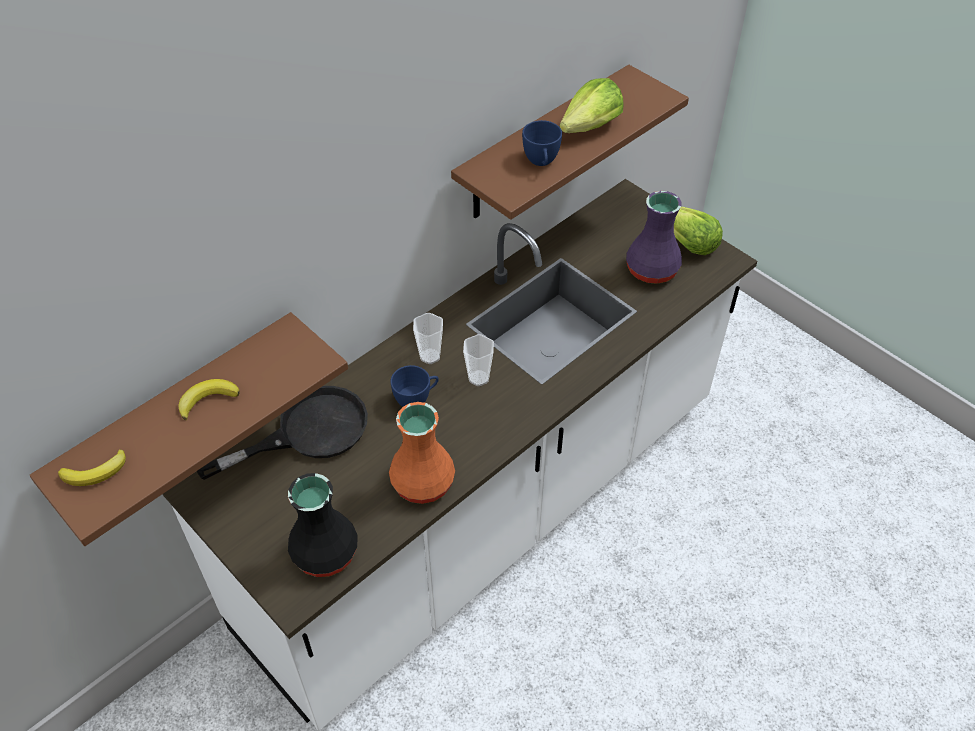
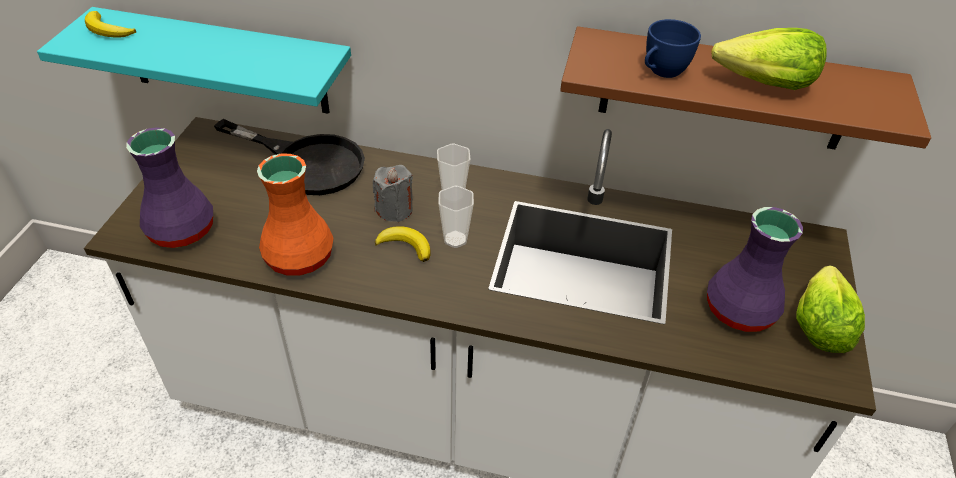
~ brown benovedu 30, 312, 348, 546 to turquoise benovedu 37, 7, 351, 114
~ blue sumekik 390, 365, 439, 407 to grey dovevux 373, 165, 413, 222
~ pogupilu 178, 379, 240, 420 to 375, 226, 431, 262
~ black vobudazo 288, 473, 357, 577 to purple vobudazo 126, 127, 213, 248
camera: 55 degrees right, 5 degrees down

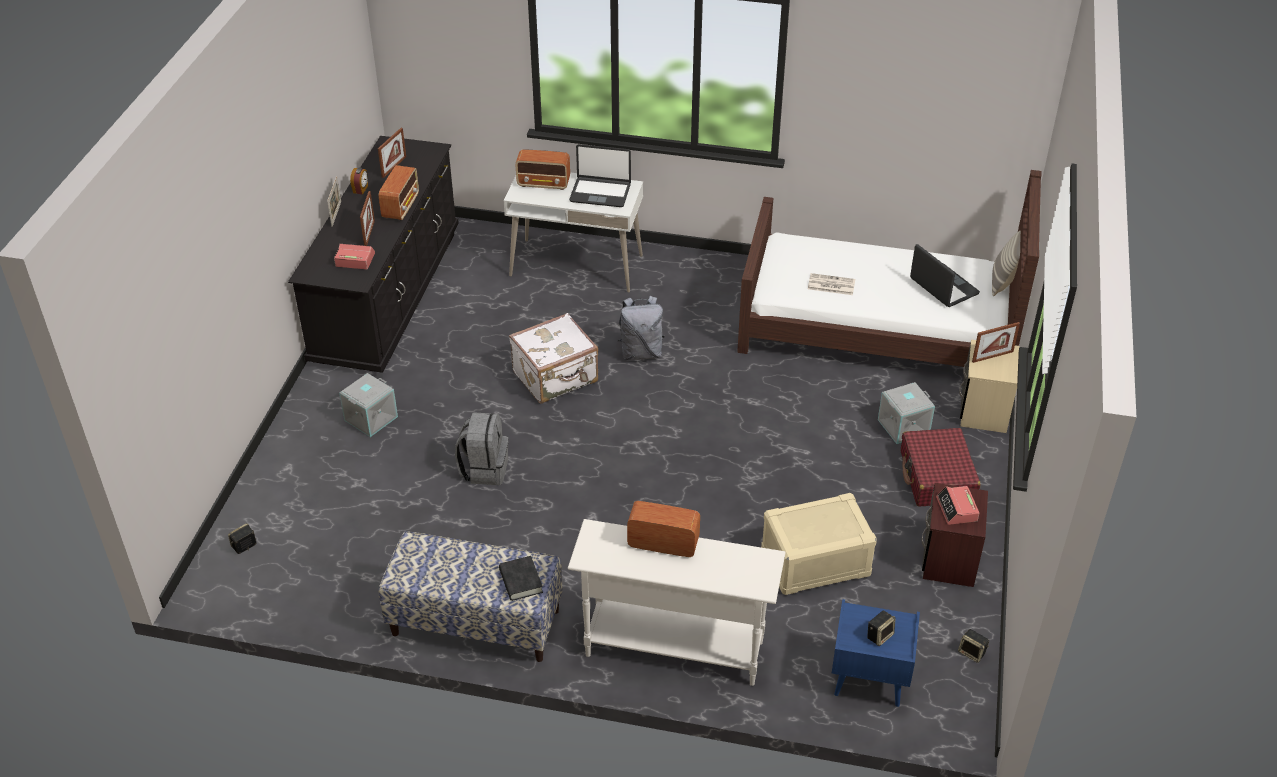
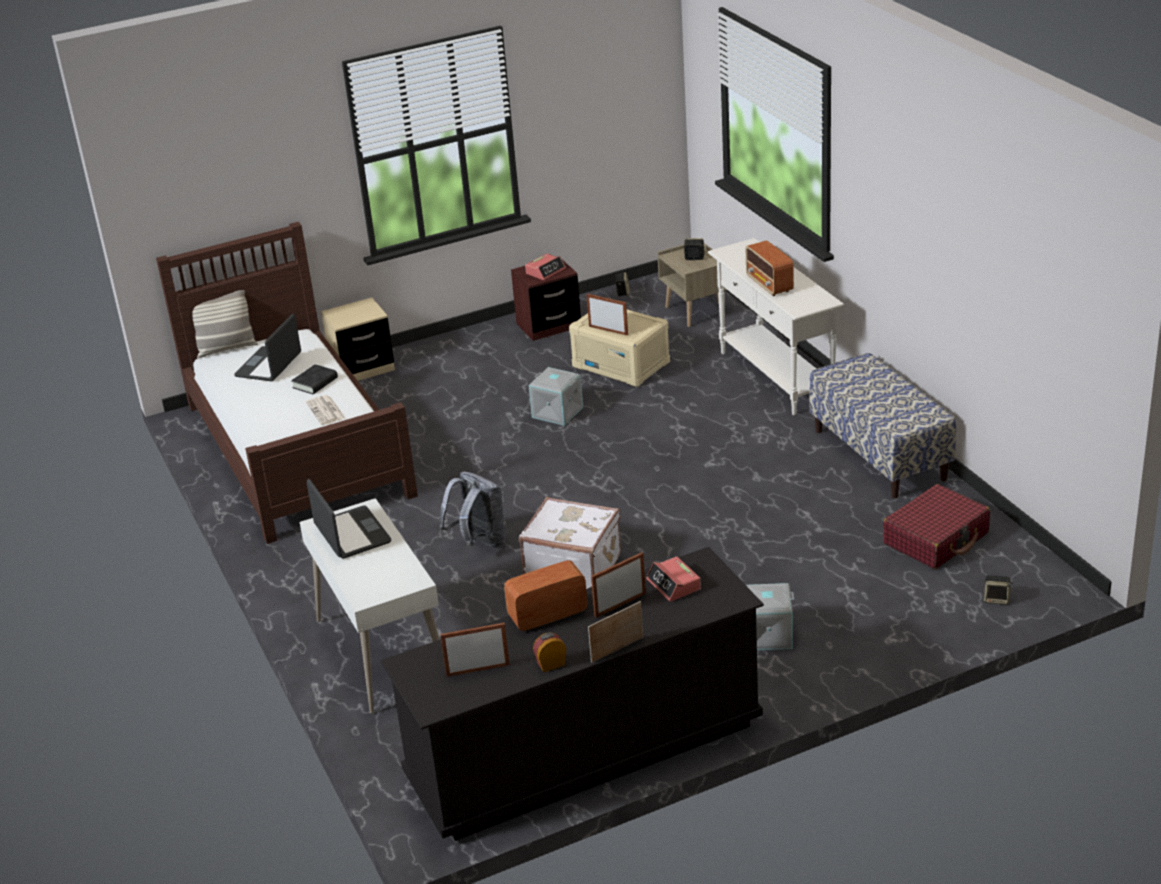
- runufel 516, 149, 570, 190
~ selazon 972, 322, 1020, 363 to 587, 294, 628, 335
~ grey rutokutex 878, 382, 935, 444 to 529, 367, 583, 426
- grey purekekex 455, 412, 508, 485
~ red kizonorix 901, 428, 980, 506 to 883, 484, 990, 569
~ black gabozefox 499, 556, 543, 601 to 291, 364, 338, 394
~ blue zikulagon 832, 599, 920, 707 to beige zikulagon 657, 243, 727, 327
camera: 125 degrees left, 10 degrees down

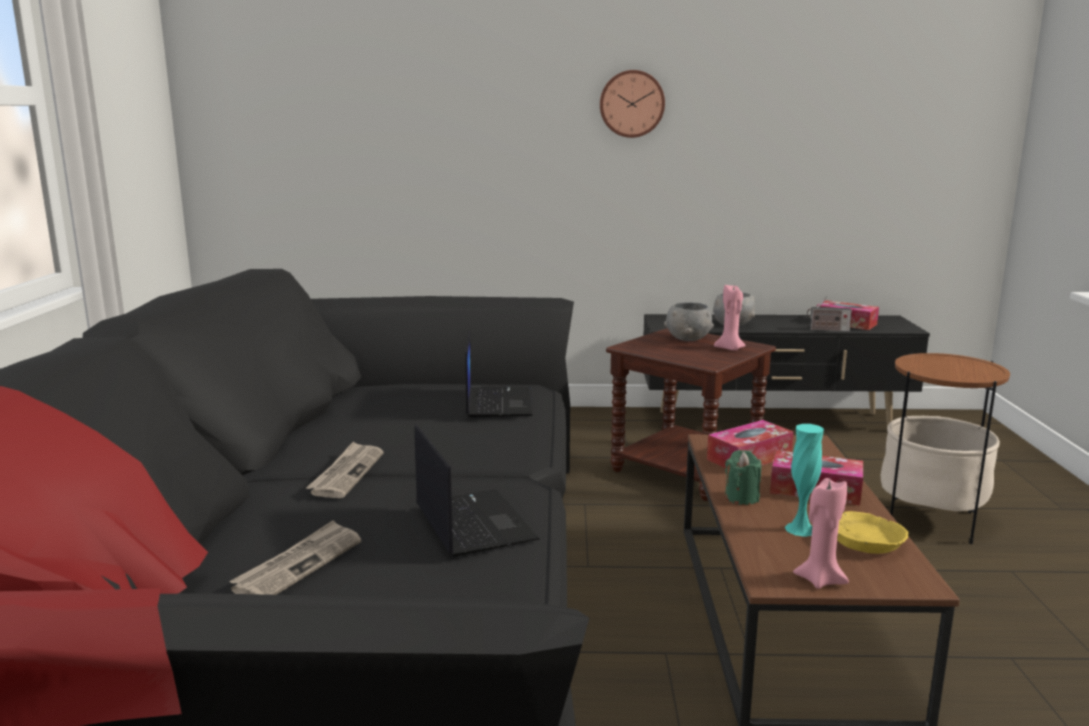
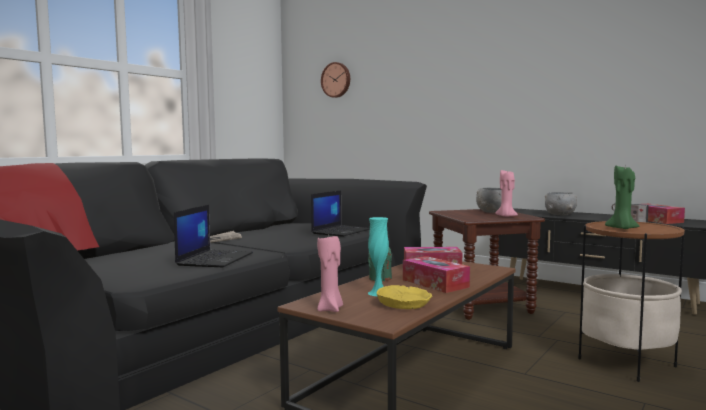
~ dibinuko 600, 70, 665, 138 to 321, 62, 350, 98
- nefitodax 229, 520, 361, 595
+ green dovevux 605, 166, 639, 229
camera: 35 degrees right, 10 degrees down

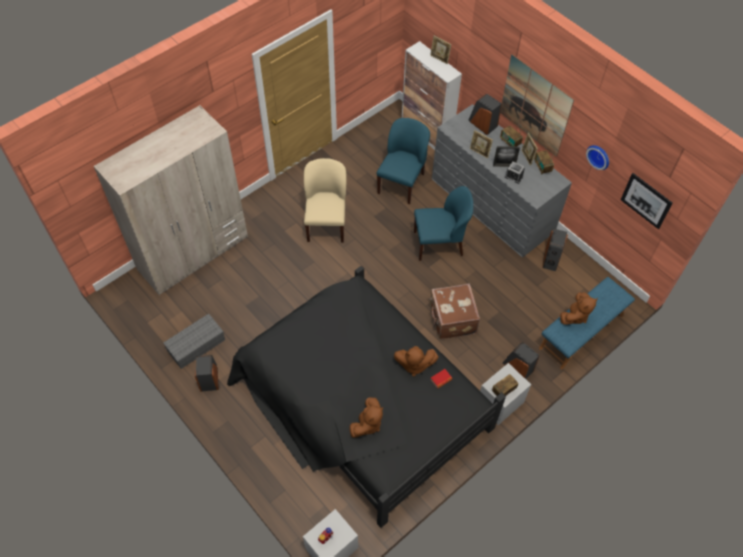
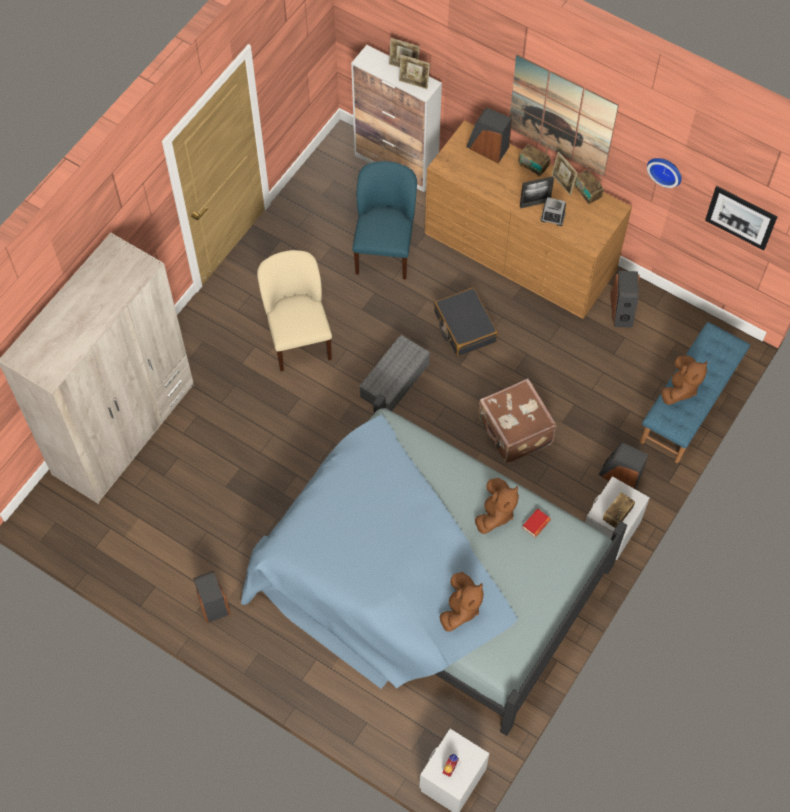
~ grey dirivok 432, 104, 572, 258 to brown dirivok 425, 120, 632, 319
~ selazon 470, 130, 493, 158 to 399, 55, 430, 89
~ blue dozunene 414, 186, 473, 261 to black kizonorix 434, 287, 498, 357
~ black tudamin 227, 266, 506, 528 to blue tudamin 241, 394, 627, 736
~ grey rutokutex 163, 314, 225, 369 to 359, 335, 430, 411
~ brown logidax 394, 346, 439, 376 = 475, 478, 519, 534 60 degrees counterclockwise
camera: 15 degrees left, 5 degrees up

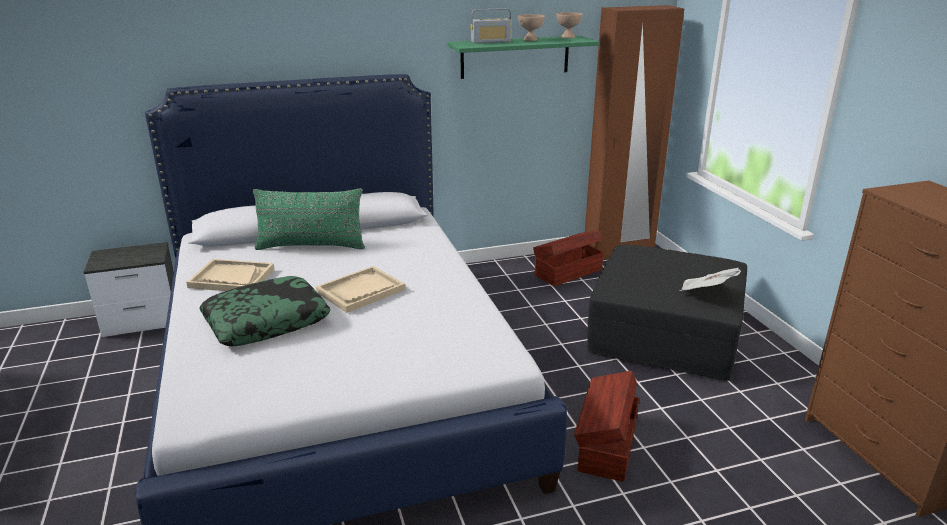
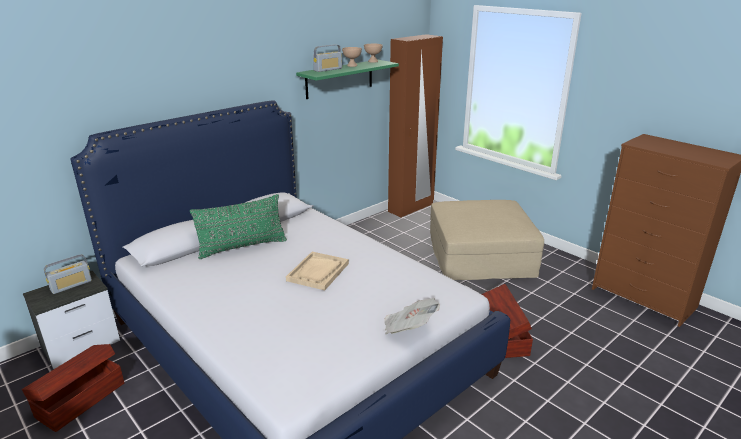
~ brown rutokutex 533, 231, 604, 286 to 22, 344, 124, 432
~ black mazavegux 587, 245, 747, 381 to beige mazavegux 430, 200, 544, 280
- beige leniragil 186, 259, 274, 291
~ nefitodax 680, 268, 741, 291 to 384, 298, 440, 334
- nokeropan 199, 276, 330, 346
+ runufel 44, 254, 92, 294
camera: 25 degrees left, 0 degrees up

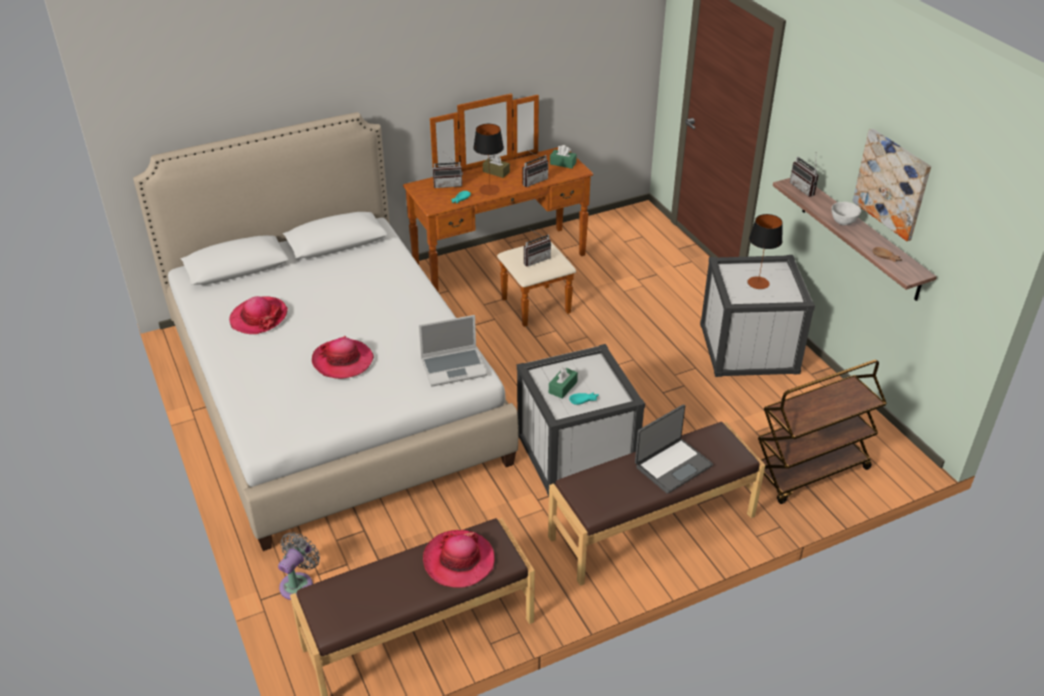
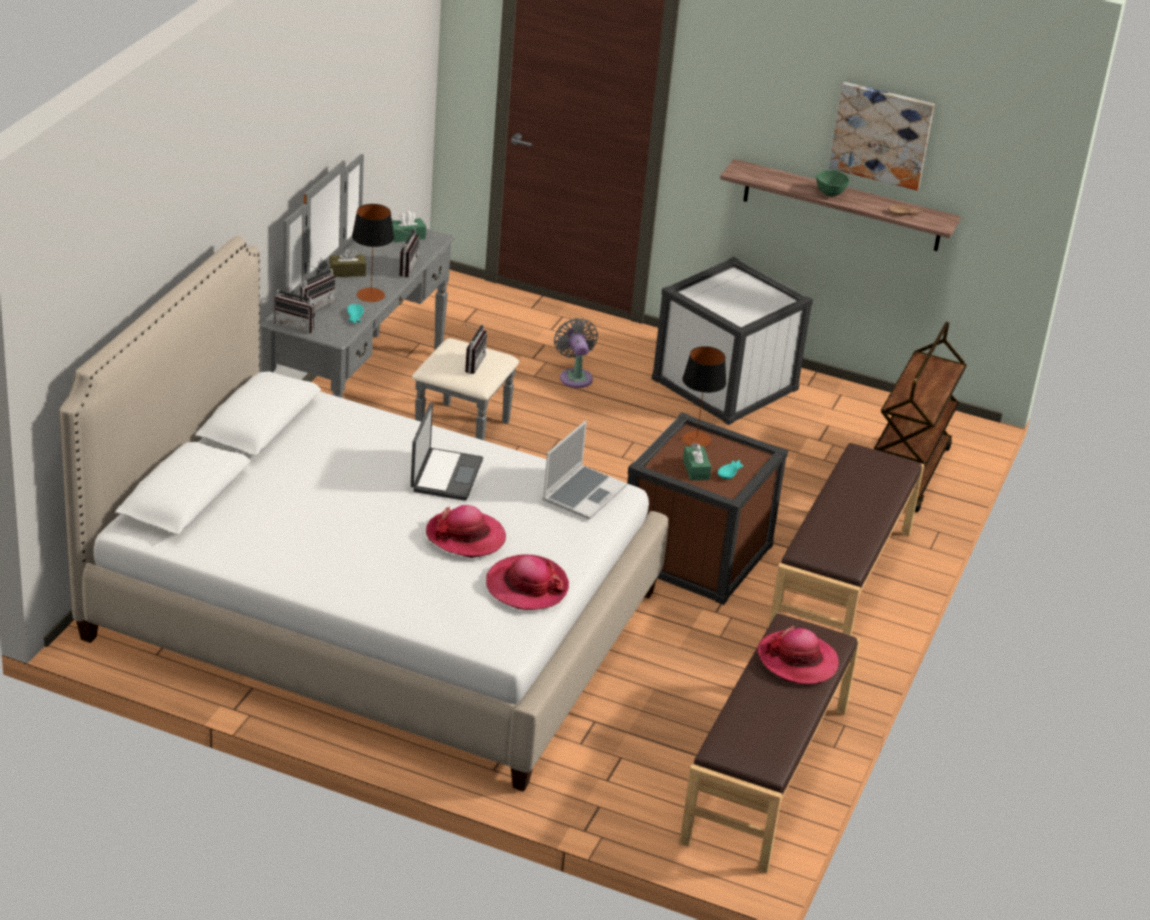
~ brown dirivok 403, 93, 593, 327 to grey dirivok 260, 154, 519, 440
~ runufel 790, 157, 819, 197 to 274, 278, 315, 333
~ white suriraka 831, 202, 861, 225 to green suriraka 816, 170, 849, 196
~ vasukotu 748, 214, 783, 289 to 682, 346, 726, 447
~ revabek 229, 296, 288, 334 to 486, 554, 569, 610
~ white rutokutex 517, 344, 645, 496 to brown rutokutex 627, 412, 788, 605
~ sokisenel 635, 404, 713, 494 to 410, 402, 483, 501
~ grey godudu 278, 532, 320, 600 to 554, 318, 598, 388
camera: 45 degrees left, 5 degrees down

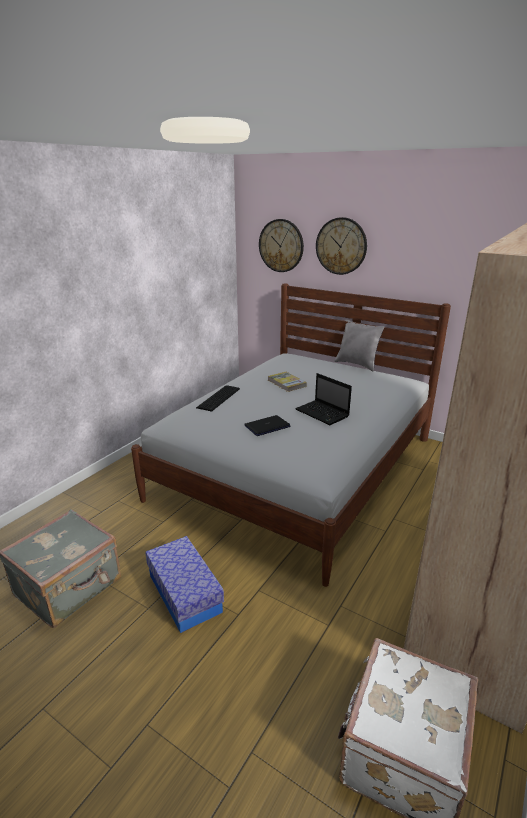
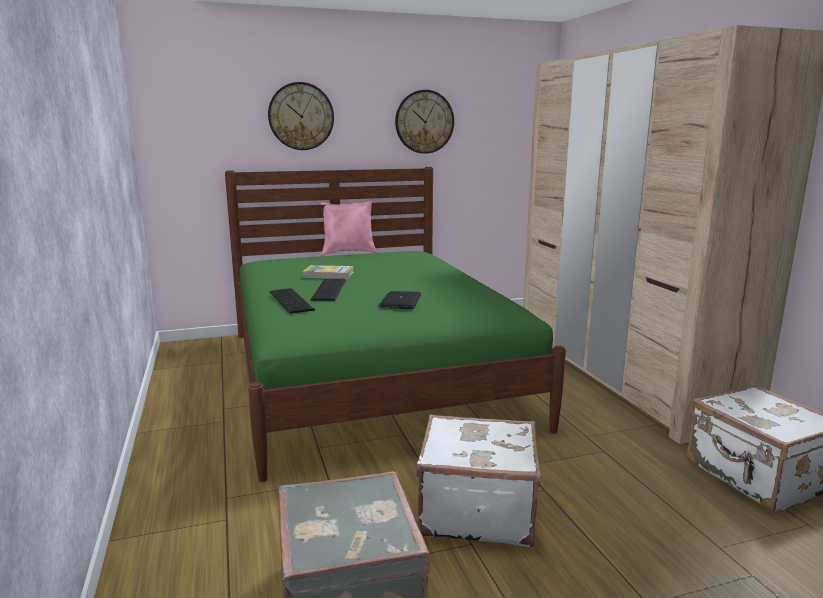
~ dibinuko 259, 219, 304, 272 to 395, 90, 454, 154
~ white tudamin 131, 284, 451, 587 to green tudamin 225, 167, 566, 482
~ grey nokeropan 334, 319, 385, 371 to pink nokeropan 320, 201, 376, 255
- sokisenel 295, 373, 352, 425
~ rutokutex 145, 536, 224, 633 to white kizonorix 416, 414, 541, 547
+ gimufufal 310, 278, 346, 301
camera: 50 degrees left, 10 degrees down

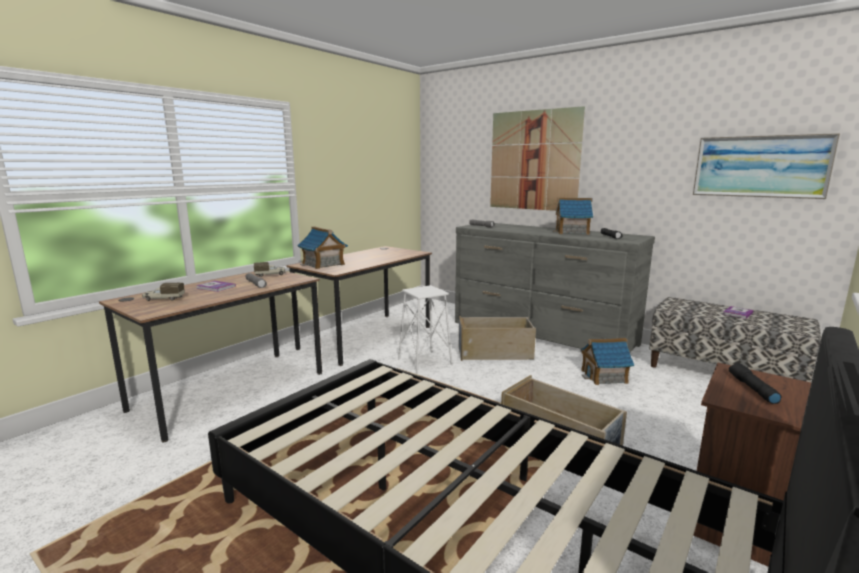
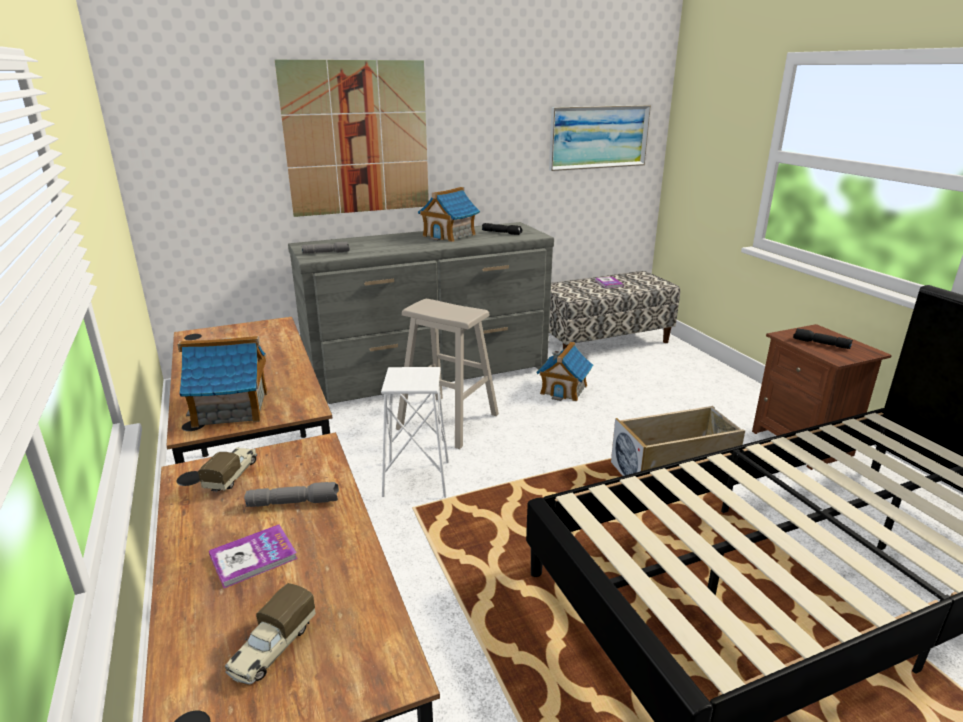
~ beige rutokutex 459, 316, 536, 361 to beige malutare 396, 299, 499, 449
camera: 60 degrees left, 10 degrees up

